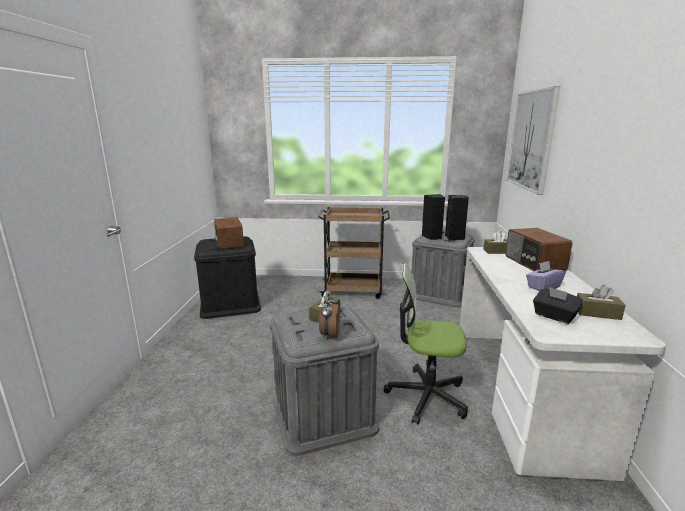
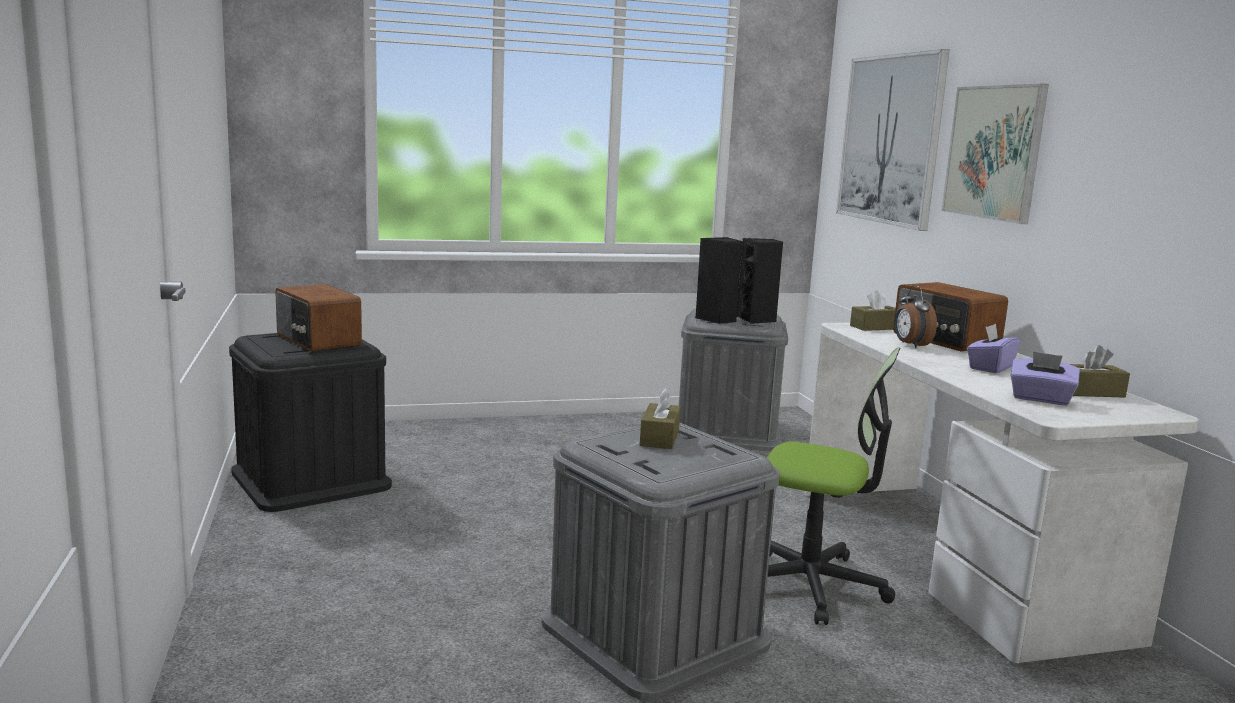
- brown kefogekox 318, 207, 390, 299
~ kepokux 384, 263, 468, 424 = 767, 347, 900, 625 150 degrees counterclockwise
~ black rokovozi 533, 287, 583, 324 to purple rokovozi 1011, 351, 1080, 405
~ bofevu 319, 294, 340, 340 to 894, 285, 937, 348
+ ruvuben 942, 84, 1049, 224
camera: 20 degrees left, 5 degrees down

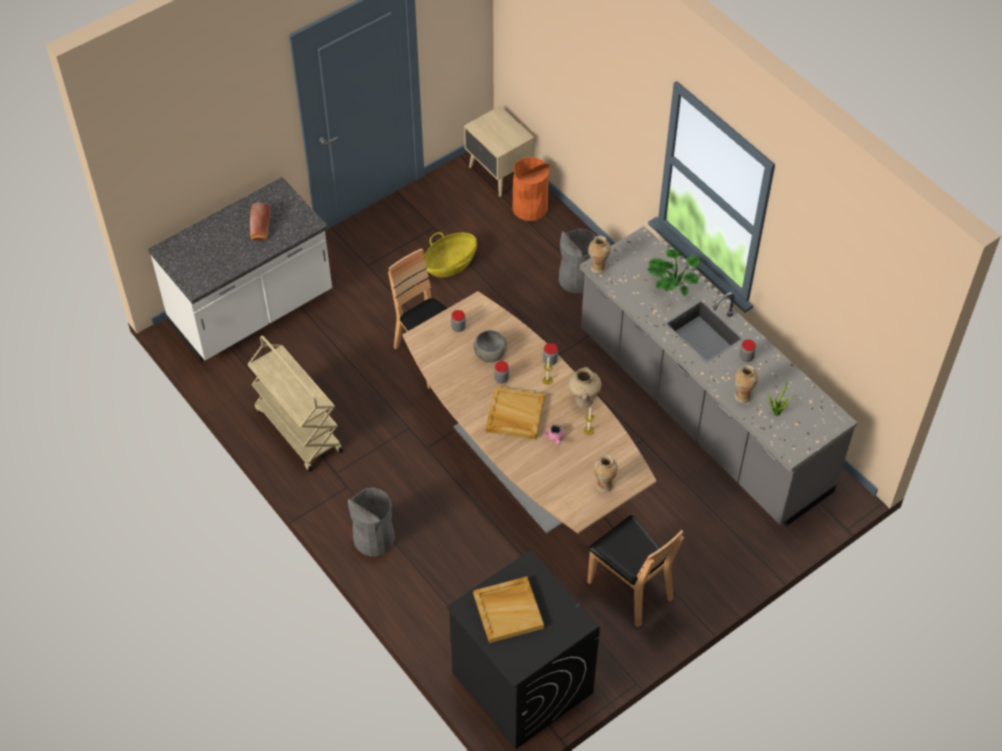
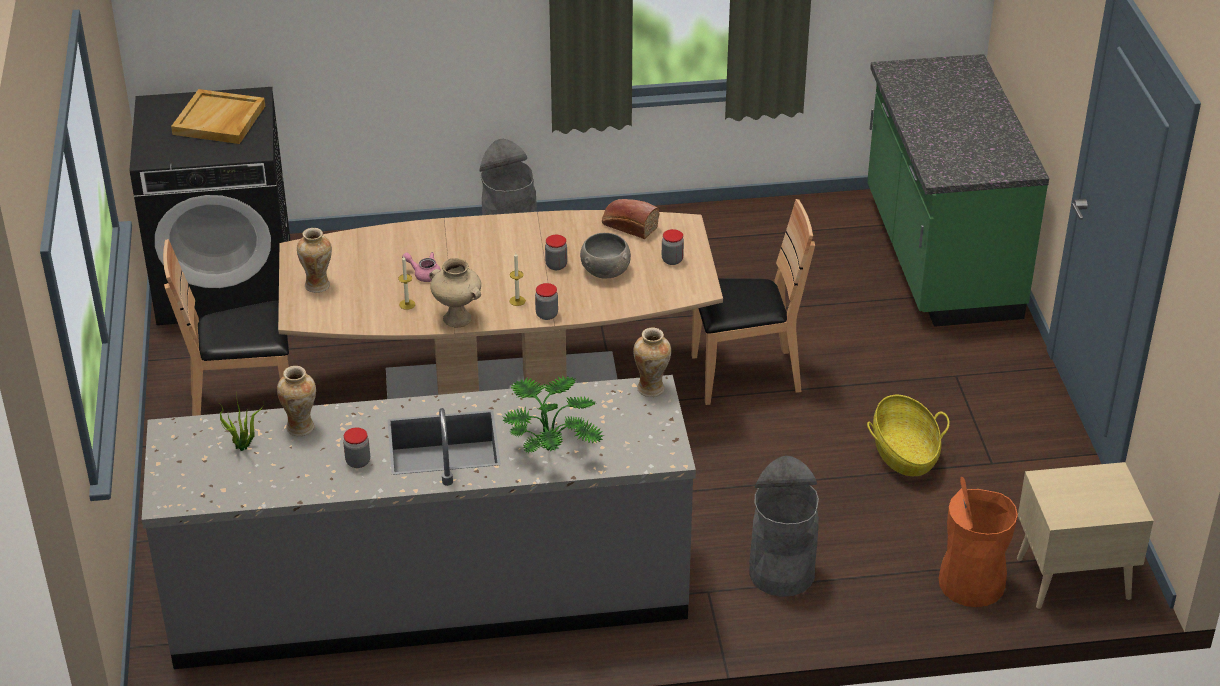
~ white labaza 148, 177, 332, 362 to green labaza 867, 54, 1049, 327
~ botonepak 250, 202, 271, 240 to 602, 199, 659, 239
- beige kefogekox 247, 335, 343, 472
- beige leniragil 485, 387, 545, 440
camera: 120 degrees right, 15 degrees down

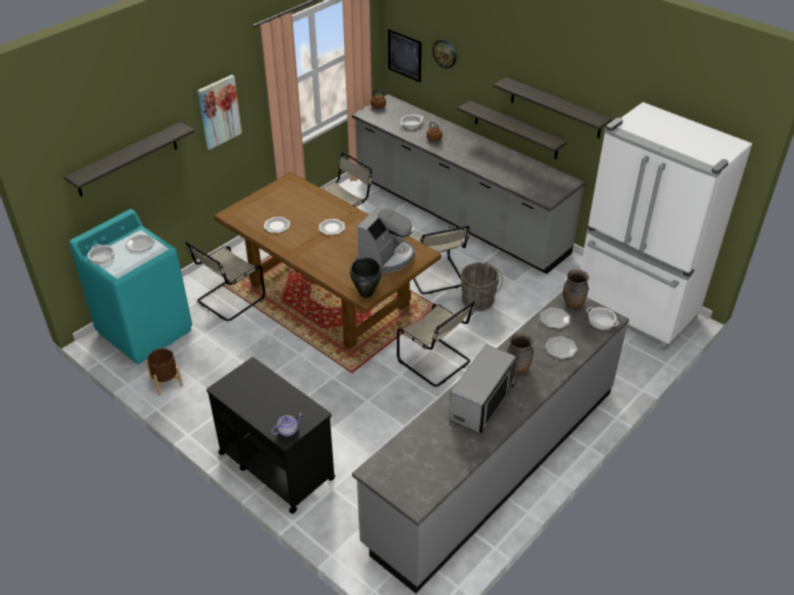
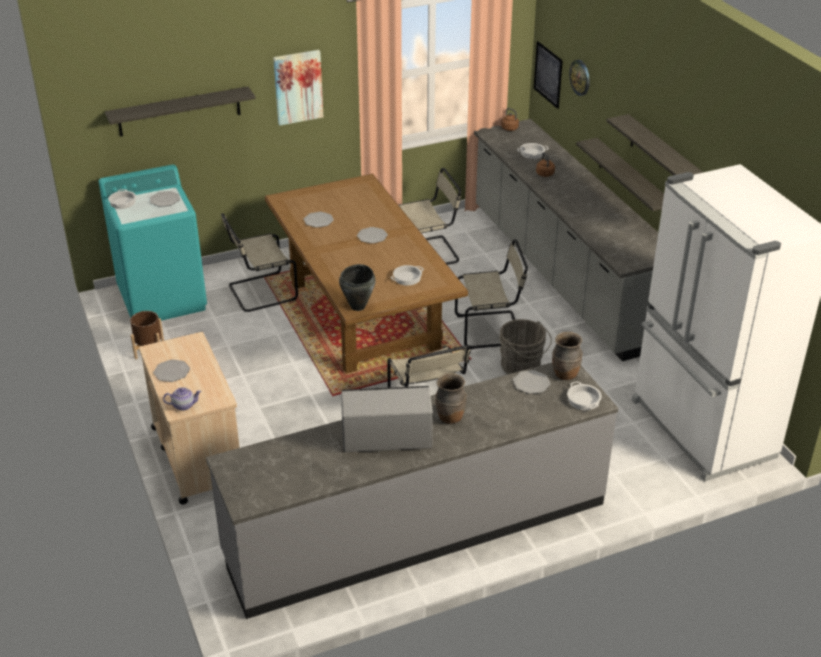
~ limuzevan 356, 203, 415, 273 to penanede 391, 265, 424, 286
~ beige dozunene 409, 226, 470, 294 = 455, 239, 528, 349 105 degrees counterclockwise
~ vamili 545, 336, 578, 359 to 153, 359, 190, 382
~ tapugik 449, 344, 518, 433 = 341, 386, 433, 452 150 degrees counterclockwise
~ black kefogekox 206, 357, 335, 514 to beige kefogekox 139, 332, 240, 505
camera: 25 degrees right, 5 degrees down

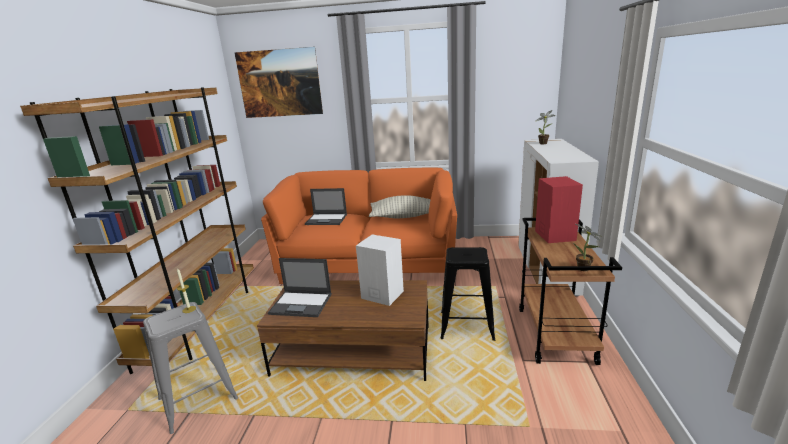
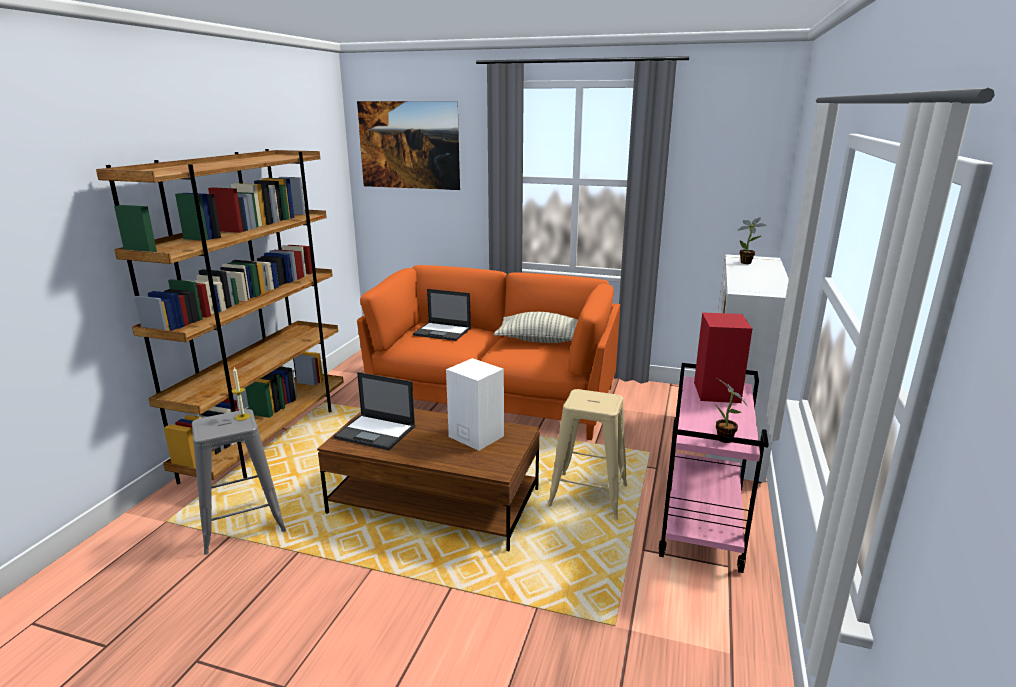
~ brown kefogekox 519, 218, 622, 365 to pink kefogekox 659, 363, 769, 573
~ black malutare 440, 247, 495, 341 to beige malutare 548, 389, 627, 520
camera: 10 degrees right, 0 degrees up

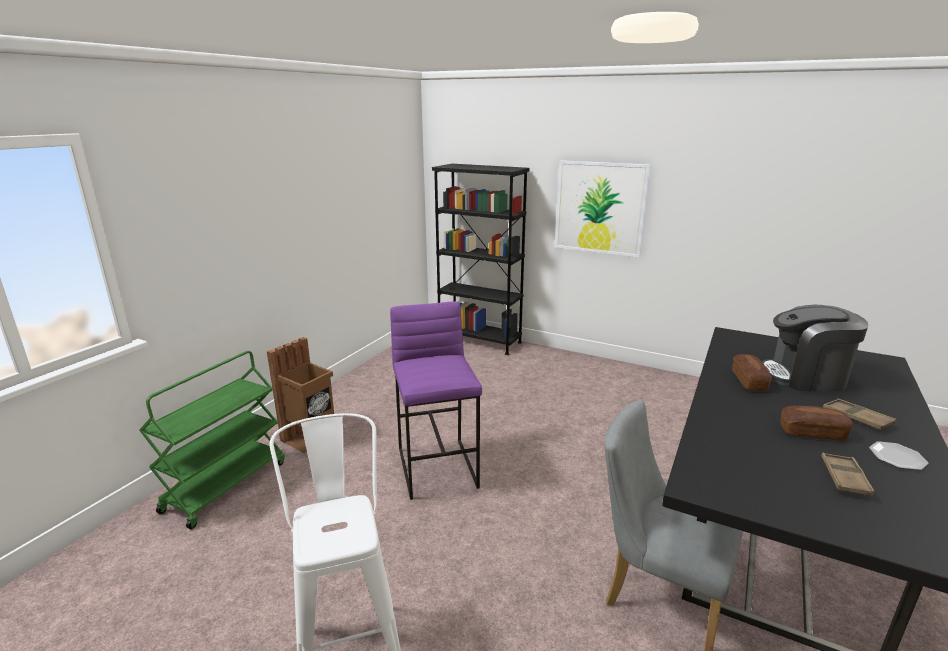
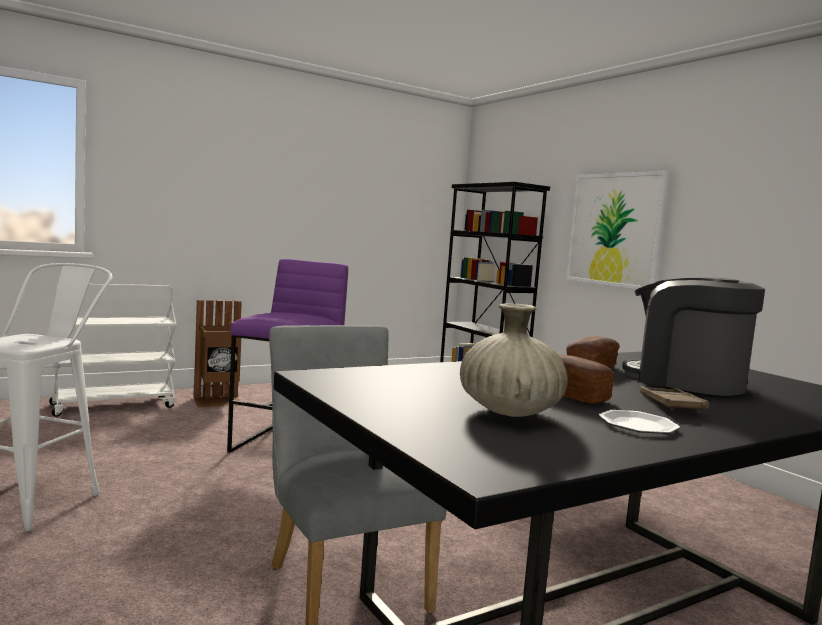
~ green kefogekox 139, 351, 285, 529 to white kefogekox 49, 284, 177, 417
~ brown leniragil 821, 452, 875, 496 to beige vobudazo 460, 303, 567, 417
camera: 30 degrees right, 15 degrees down

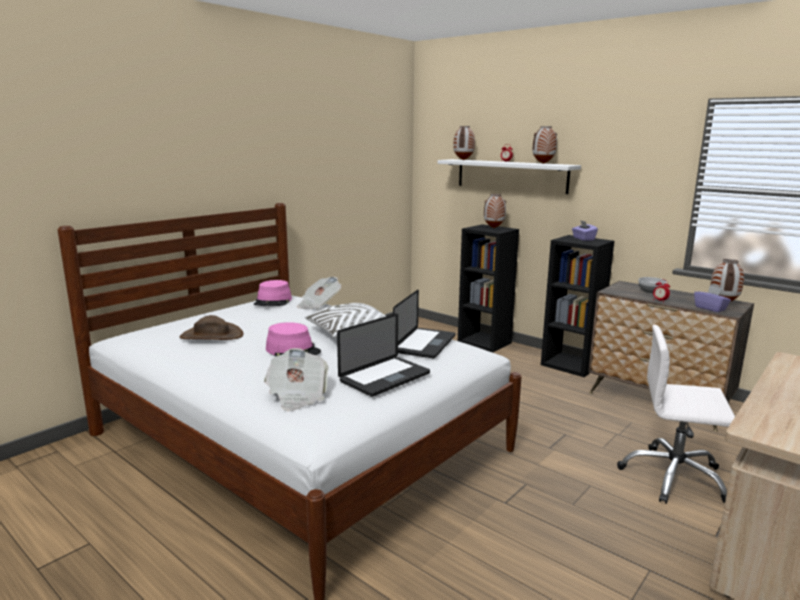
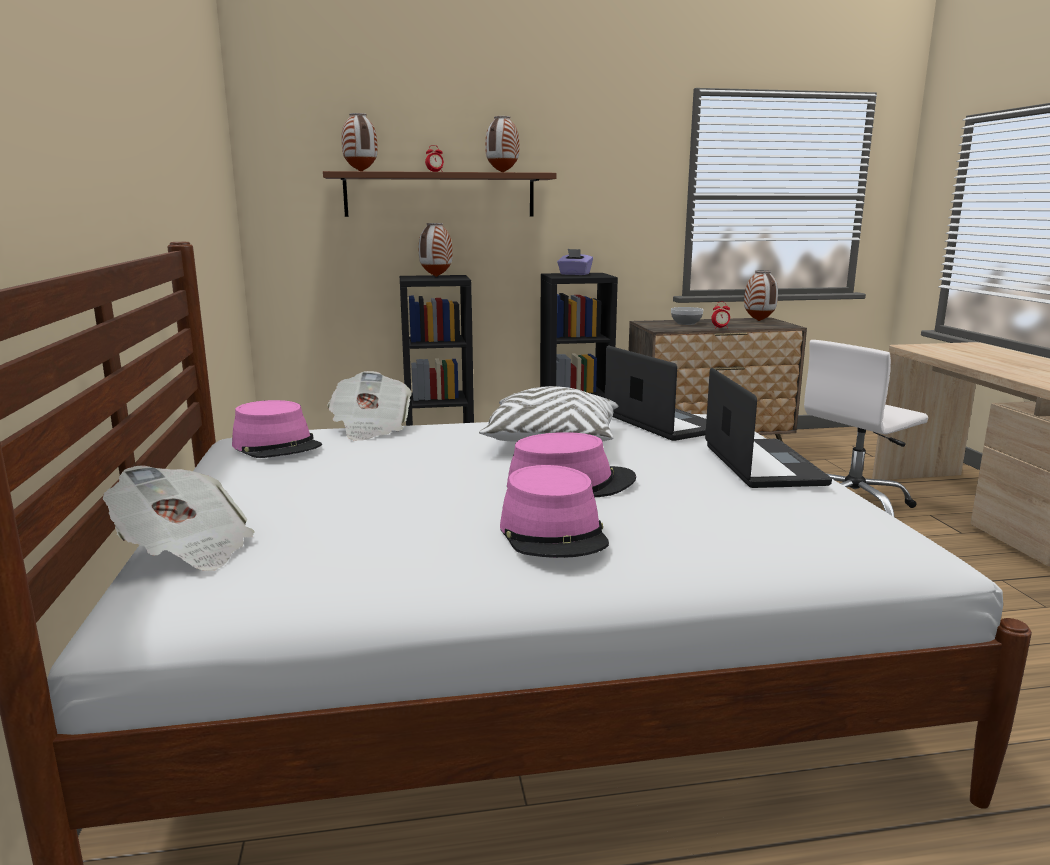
~ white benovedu 438, 159, 581, 194 to brown benovedu 323, 171, 557, 217
- purple rokovozi 694, 285, 731, 312
- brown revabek 180, 315, 243, 340
~ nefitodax 264, 348, 329, 411 to 103, 465, 255, 571
+ pink revabek 500, 465, 609, 558
camera: 50 degrees left, 0 degrees up

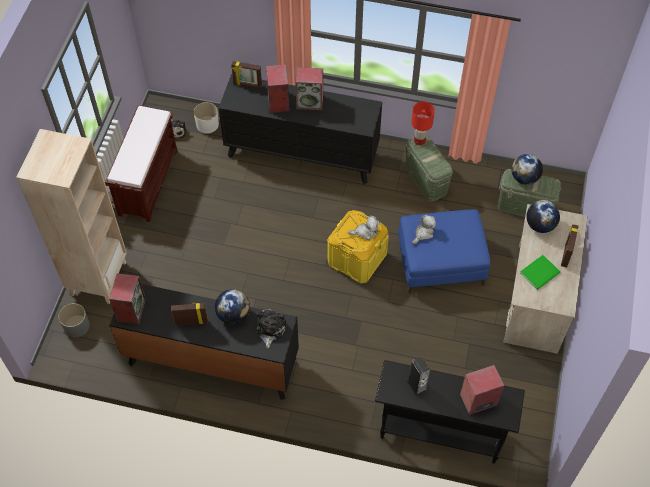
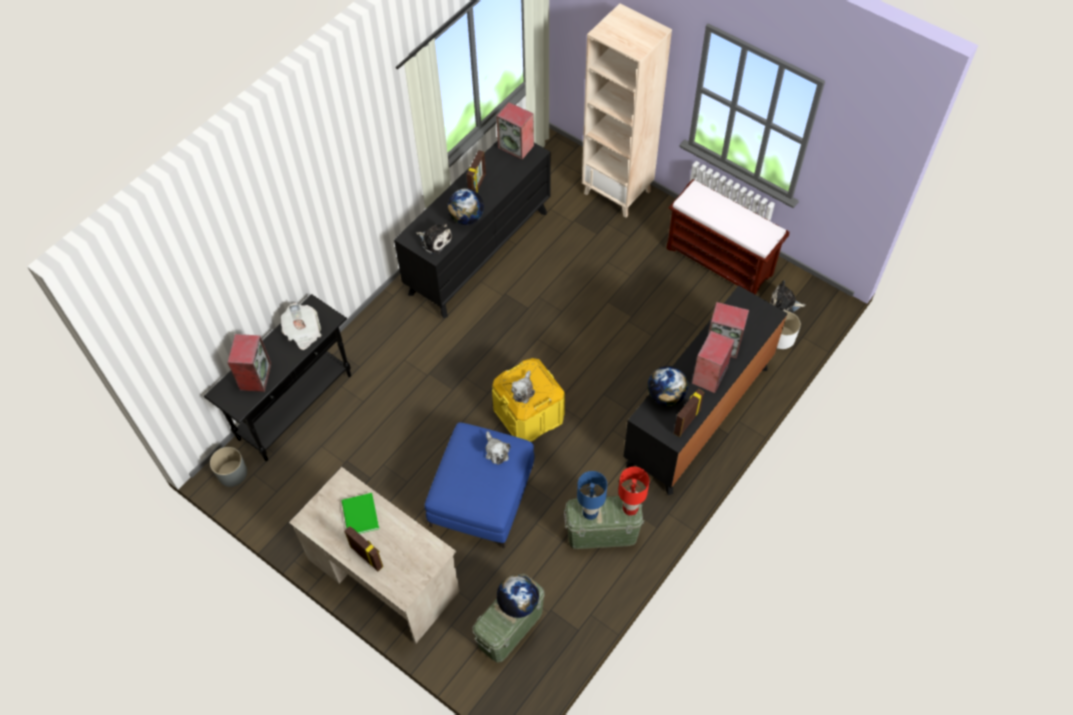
~ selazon 231, 61, 262, 89 to 674, 389, 704, 437
~ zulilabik 526, 200, 560, 233 to 648, 366, 688, 406
~ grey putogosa 58, 303, 89, 337 to 210, 447, 247, 487
~ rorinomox 407, 356, 430, 396 to nefitodax 281, 303, 322, 350
+ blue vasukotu 577, 471, 607, 520
camera: 115 degrees right, 0 degrees up

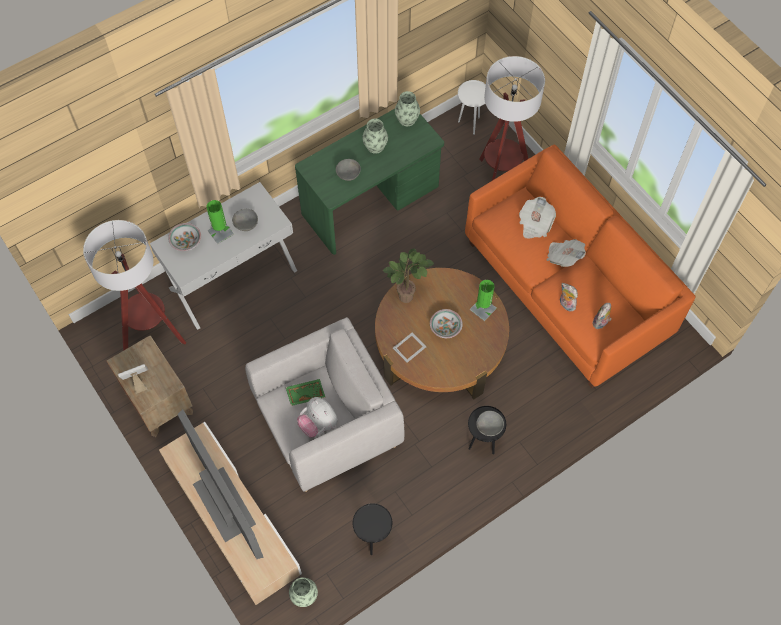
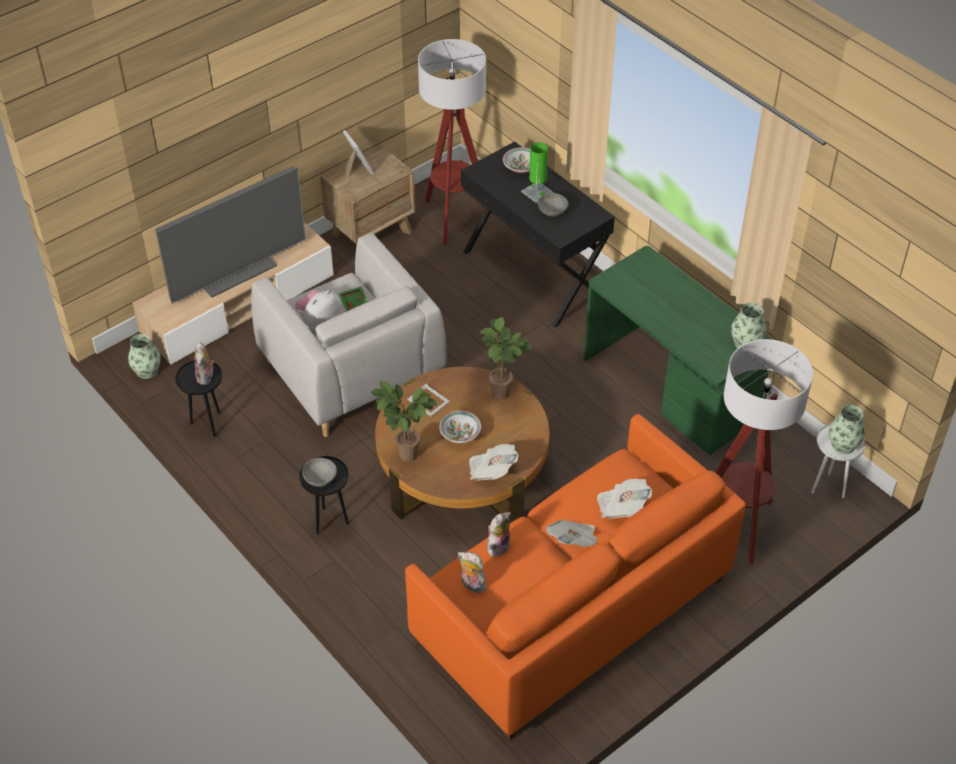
~ vobudazo 362, 119, 388, 154 to 829, 405, 865, 454
- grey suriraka 336, 159, 361, 181
~ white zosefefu 150, 182, 297, 330 to black zosefefu 461, 141, 615, 328
~ green vasukotu 470, 280, 497, 321 to nefitodax 469, 444, 518, 480
+ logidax 194, 342, 215, 385
+ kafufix 371, 381, 438, 462
camera: 85 degrees right, 15 degrees down

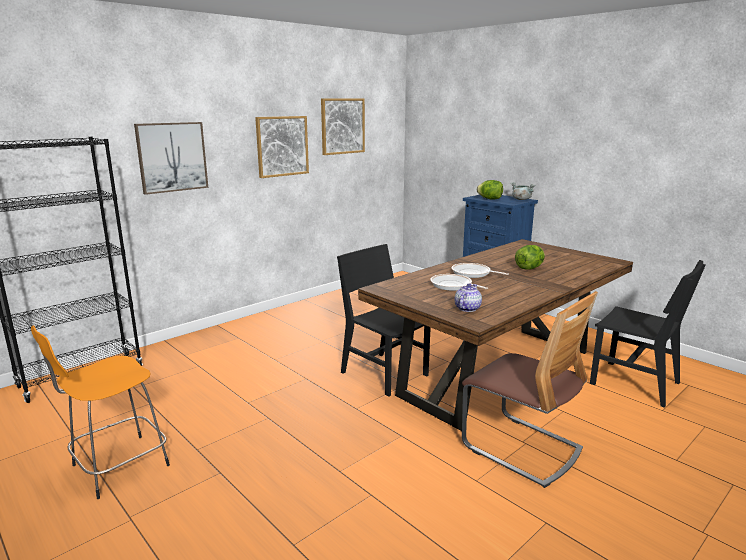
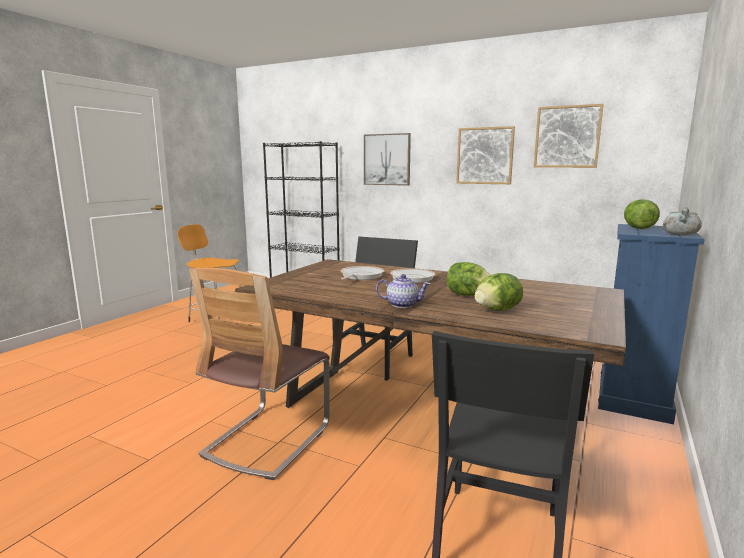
~ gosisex 455, 284, 482, 312 to 376, 274, 430, 308
+ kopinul 475, 273, 523, 311
camera: 70 degrees right, 5 degrees down

